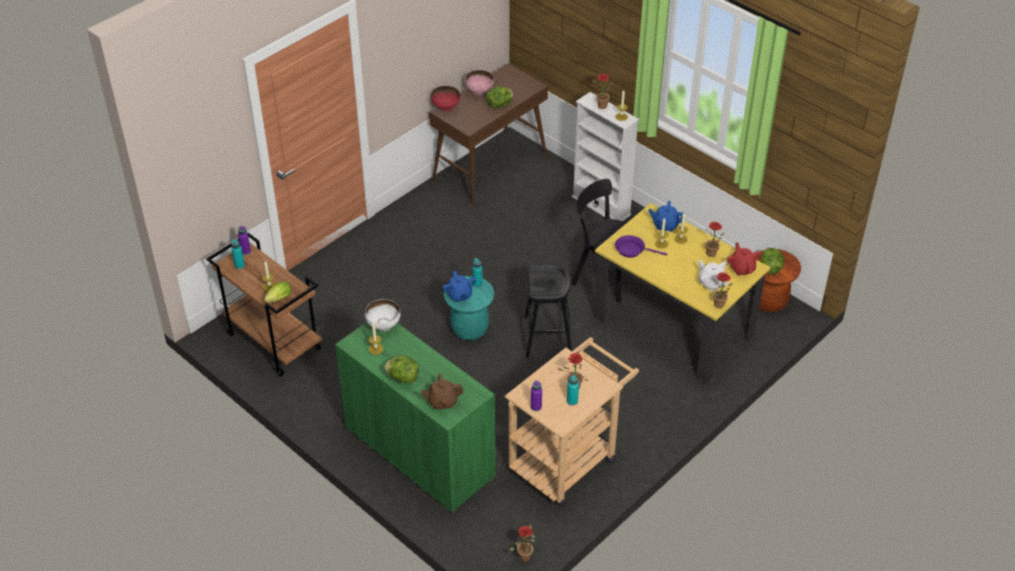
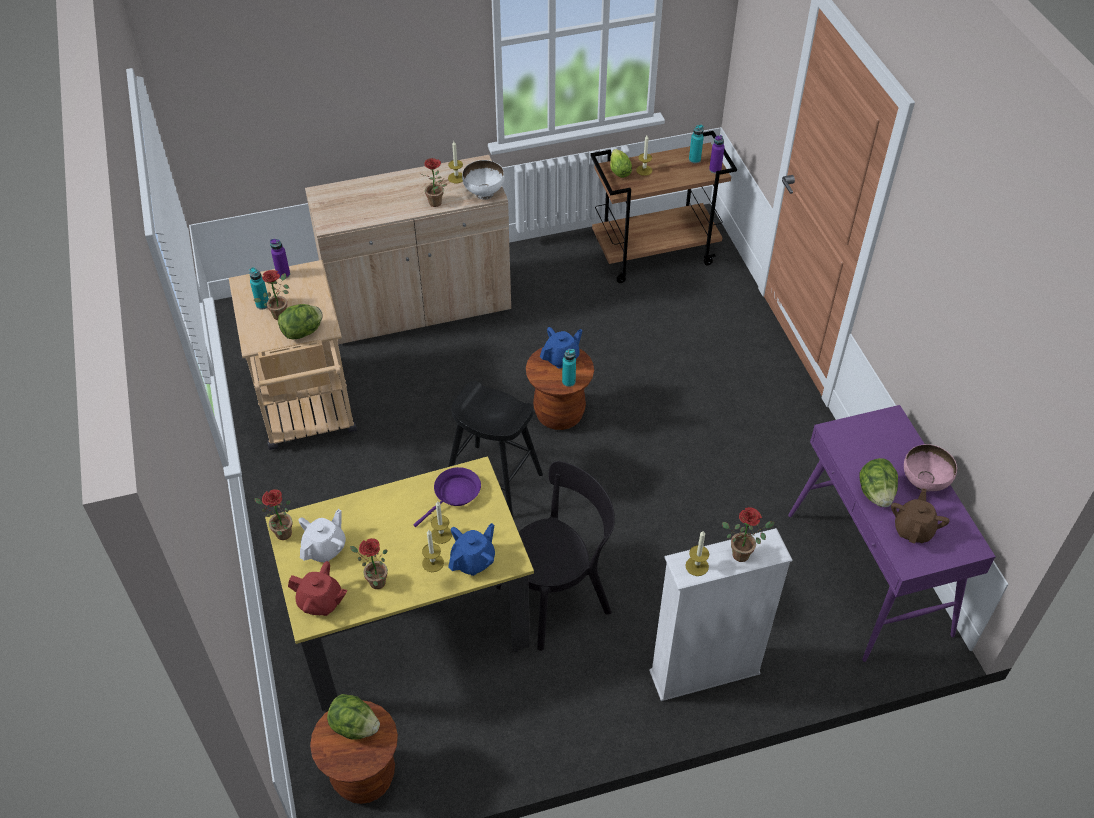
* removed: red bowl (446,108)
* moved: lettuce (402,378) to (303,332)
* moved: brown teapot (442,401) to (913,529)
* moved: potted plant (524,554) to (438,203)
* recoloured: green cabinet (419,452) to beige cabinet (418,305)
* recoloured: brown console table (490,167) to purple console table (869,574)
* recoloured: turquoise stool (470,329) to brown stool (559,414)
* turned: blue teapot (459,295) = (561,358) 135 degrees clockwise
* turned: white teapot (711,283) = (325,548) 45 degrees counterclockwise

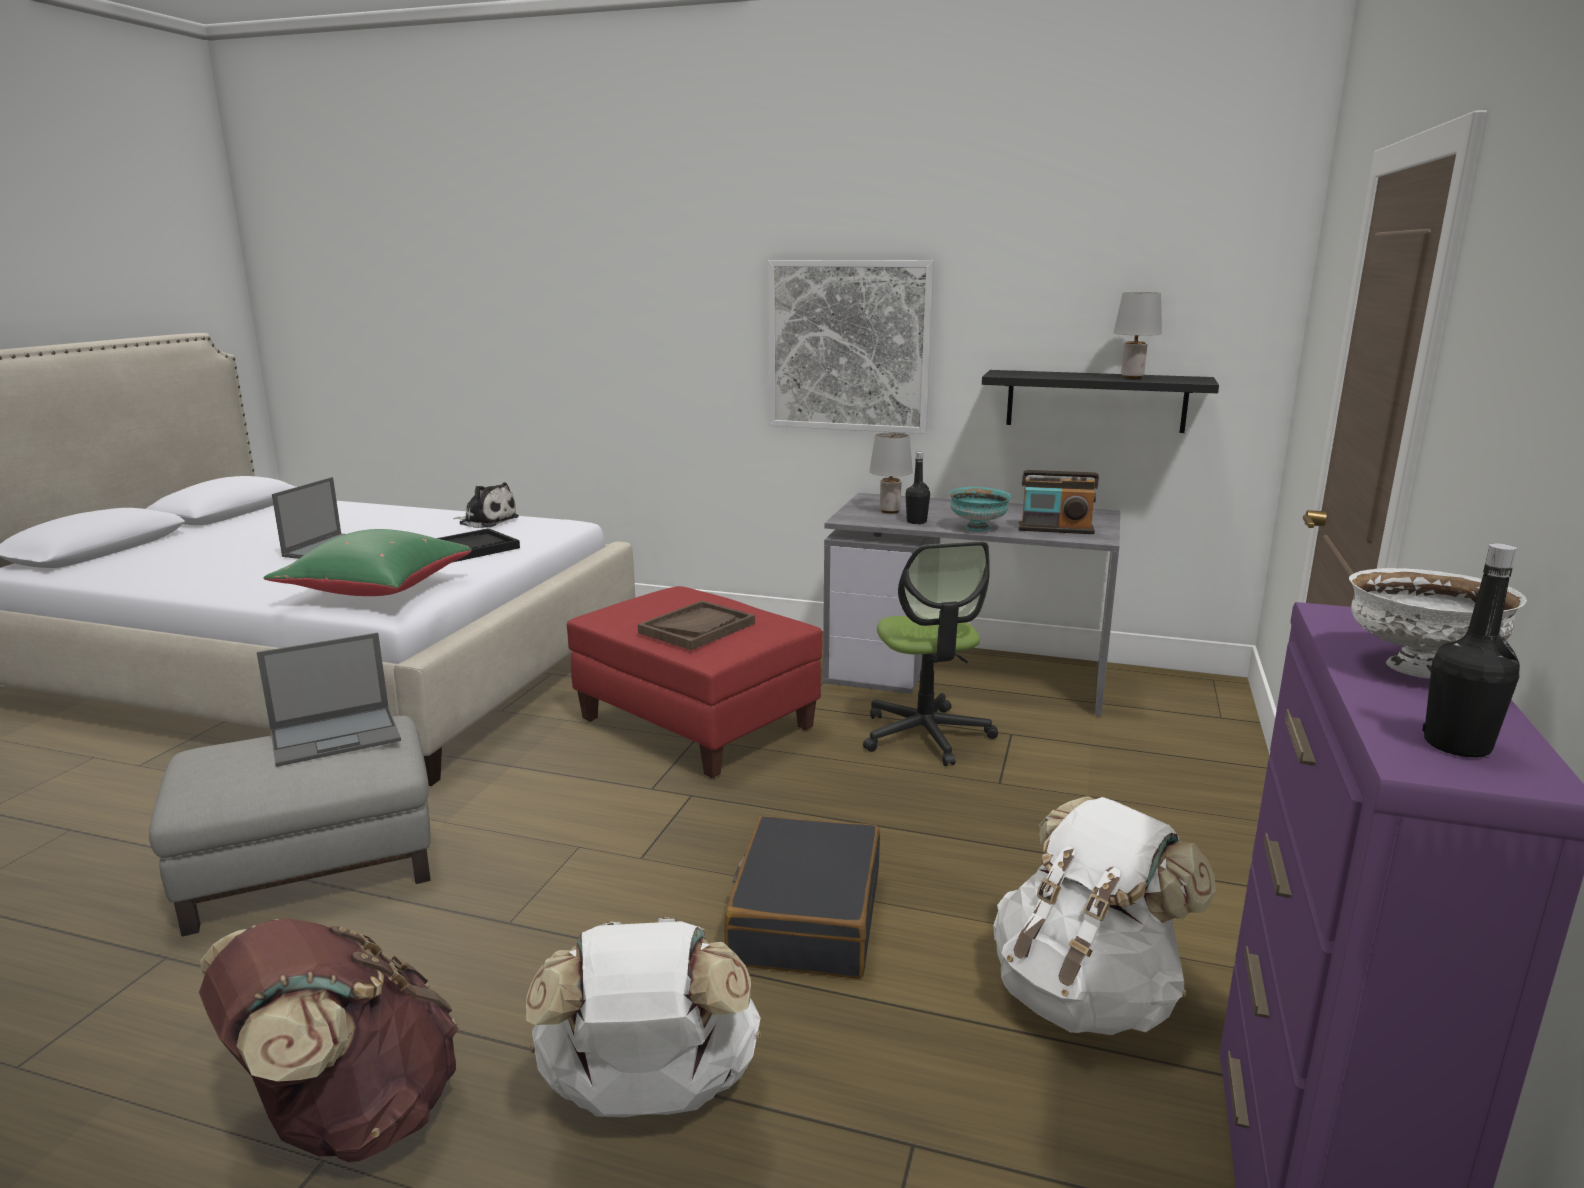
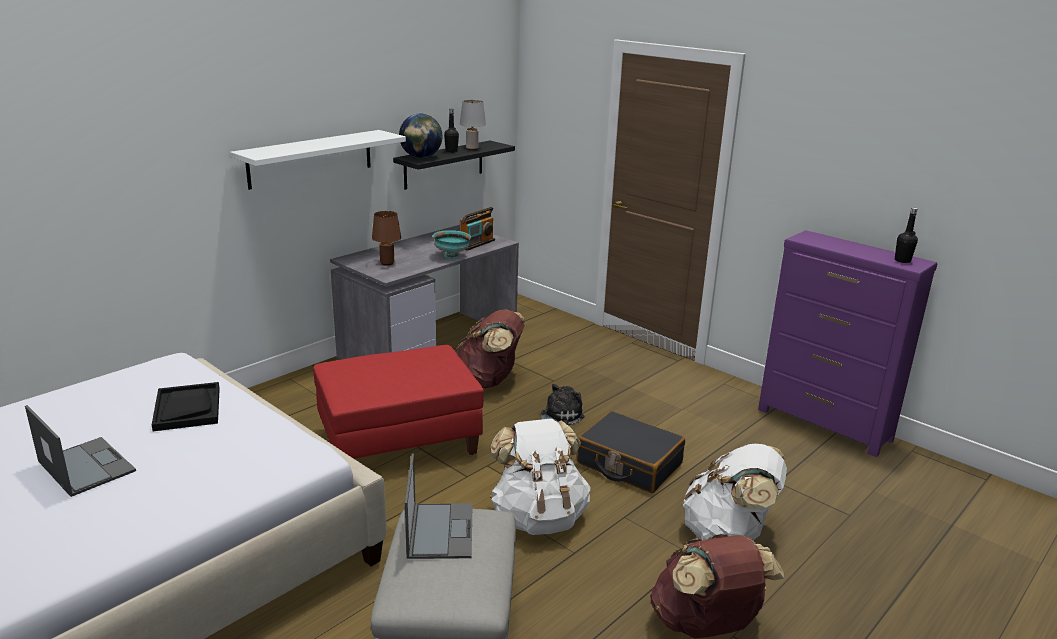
* removed: green pillow (375,591)
* removed: brown tray (697,628)
* removed: white bowl (1416,668)
* added: globe (421,157)
* moved: plush toy (486,521) to (559,416)
* moved: black bottle (916,522) to (451,151)
* moved: white backpack (1085,995) to (538,517)
* replaced: picture (849,346) to white shelf (311,158)
* replaced: office chair (925,735) to brown backpack (488,381)
* recoloured: grey table lamp (890,511) to brown table lamp (387,263)

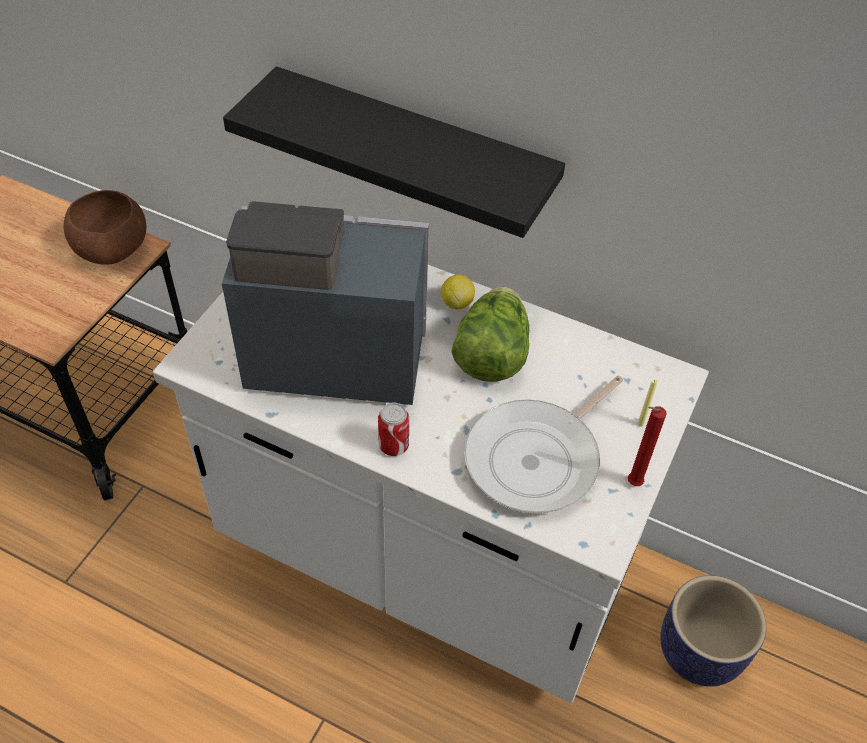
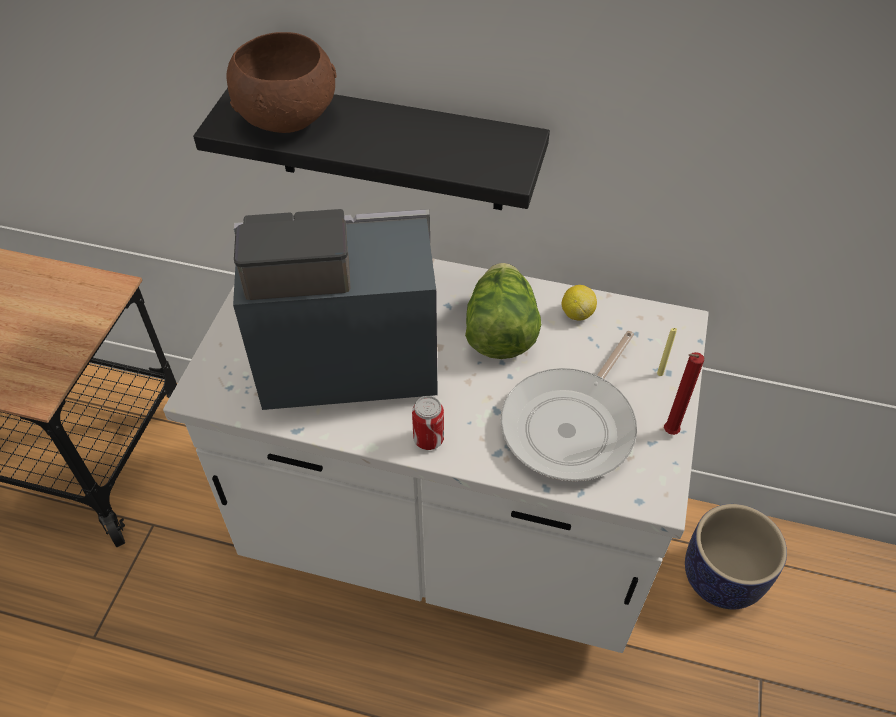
* moved: brown bowl (113,249) to (288,117)
* moved: lemon (457,303) to (577,313)

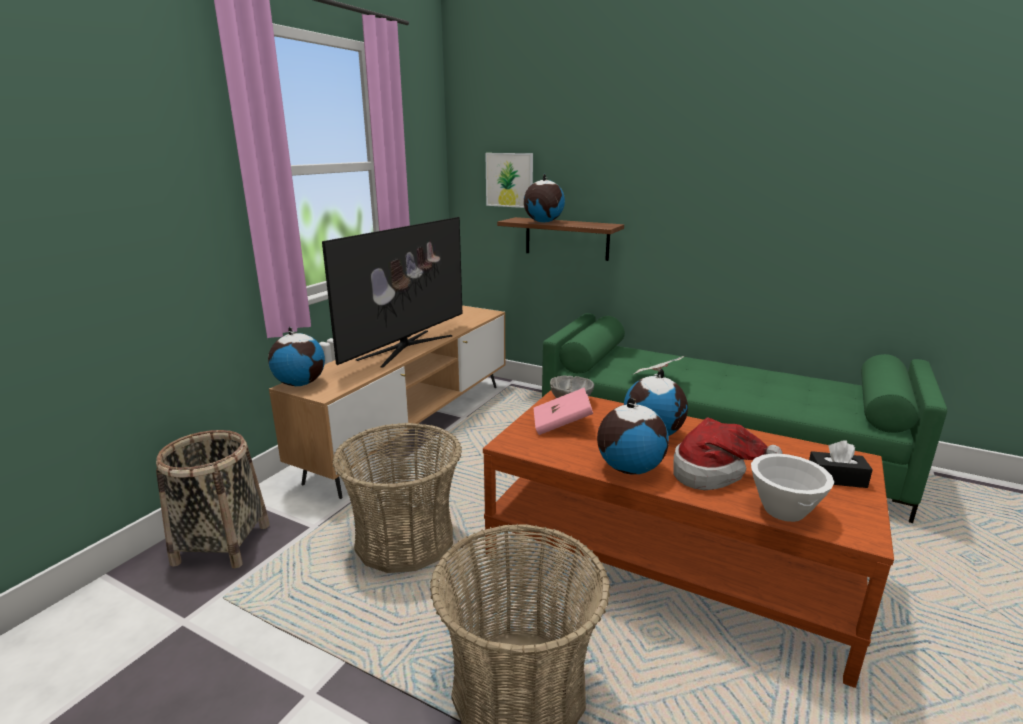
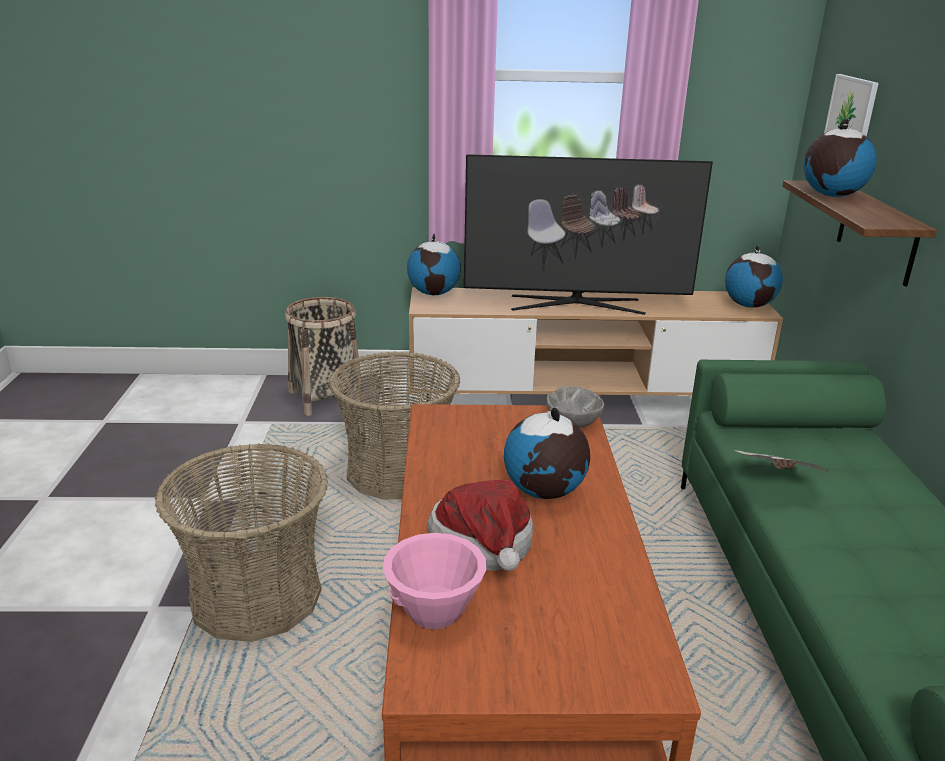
* removed: pink book (561,425)
* removed: black tissue box (836,478)
* moved: globe (629,468) to (749,305)
* recoloured: white bowl (784,510) to pink bowl (435,612)

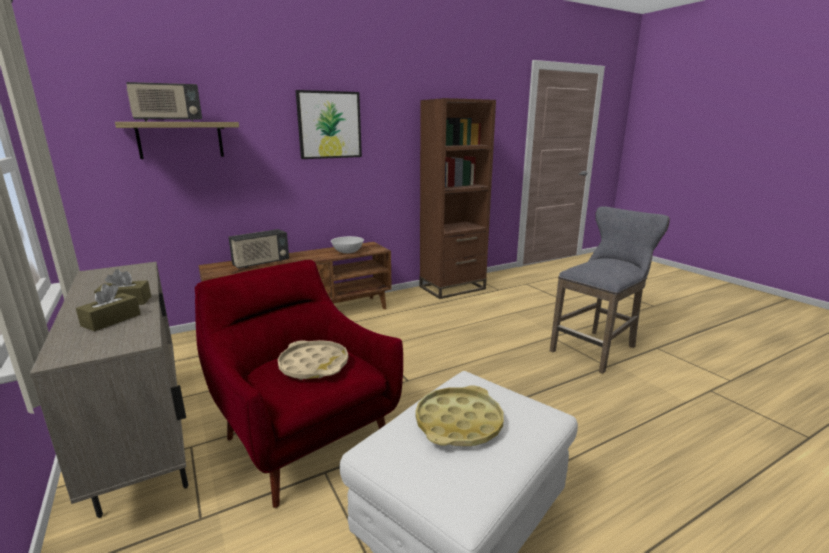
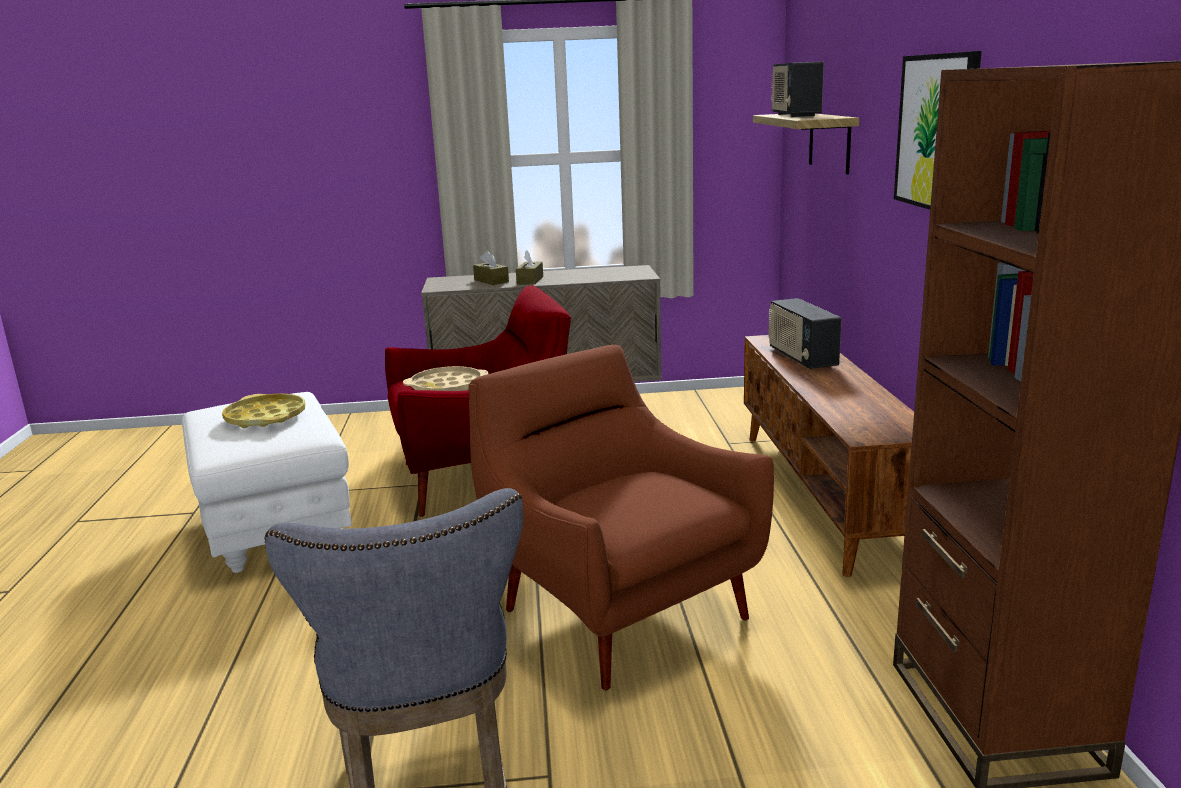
* removed: white bowl (348,251)
* added: brown armchair (617,609)

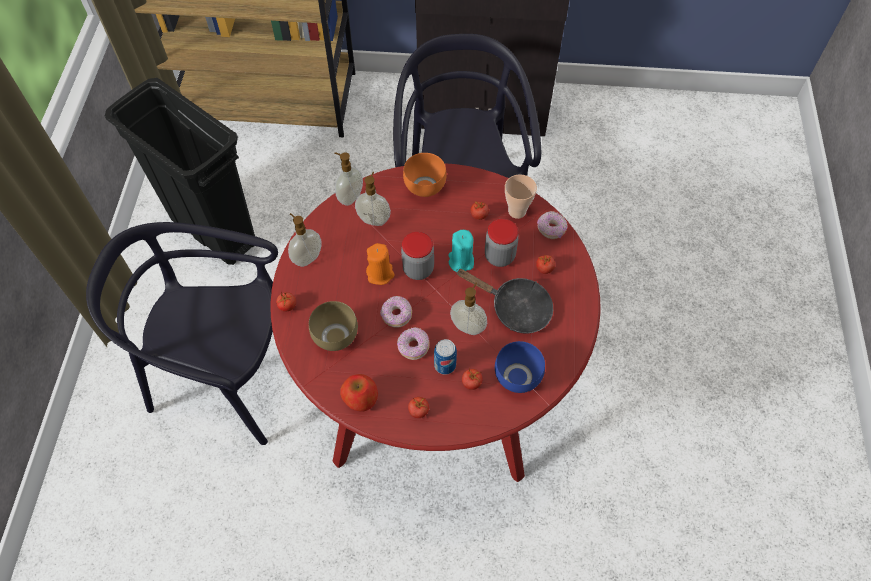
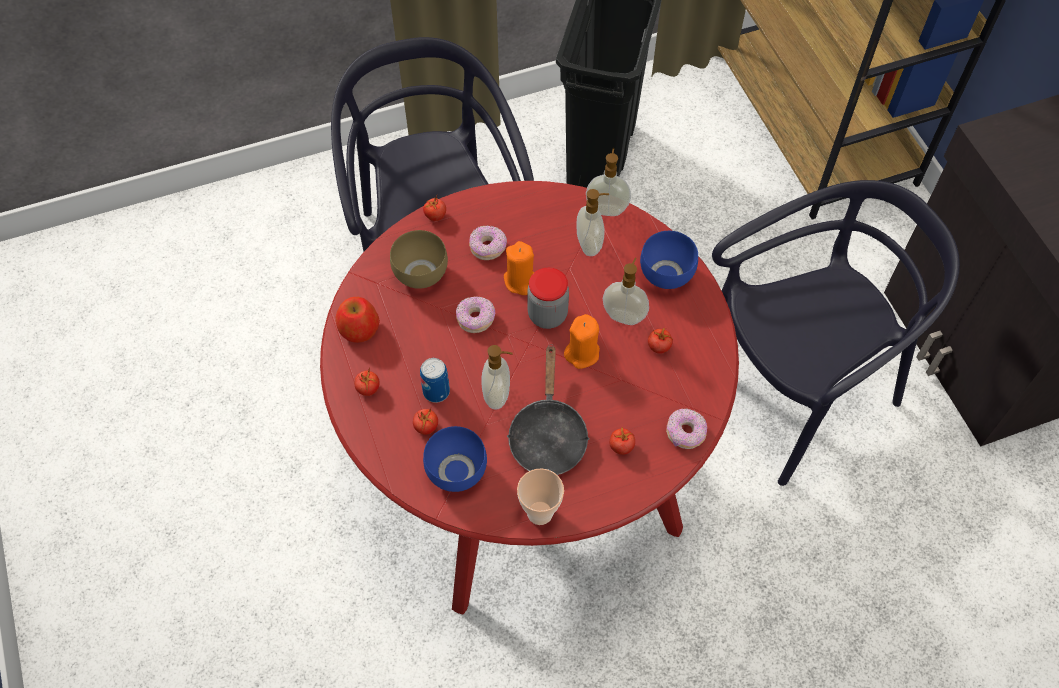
* removed: jar (499,256)
* moved: soap dispenser (307,258) to (624,315)
* moved: donut (413,347) to (488,247)
* moved: cup (517,211) to (540,513)
* recoloured: orange bowl (426,187) to blue bowl (667,276)
* recoloured: turquoise candle (461,261) to orange candle (582,353)

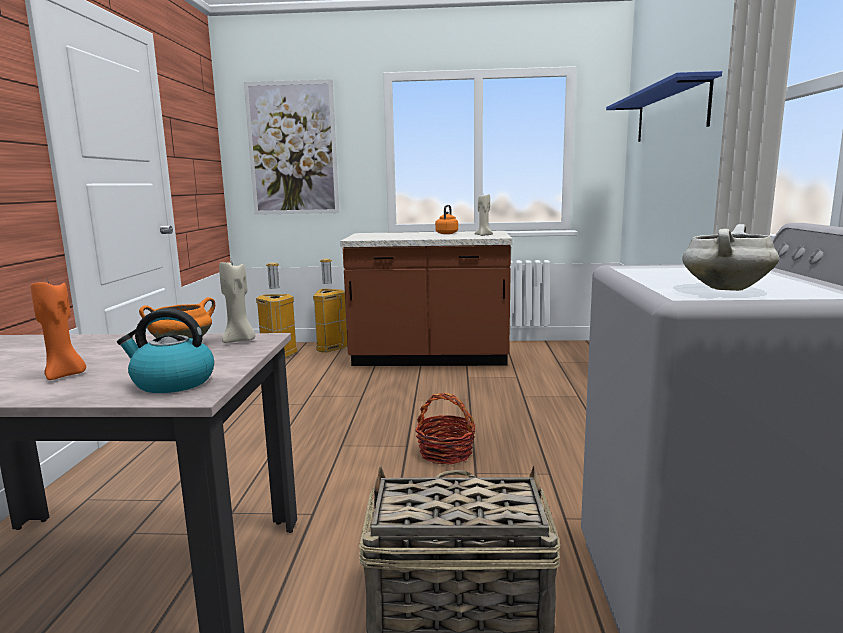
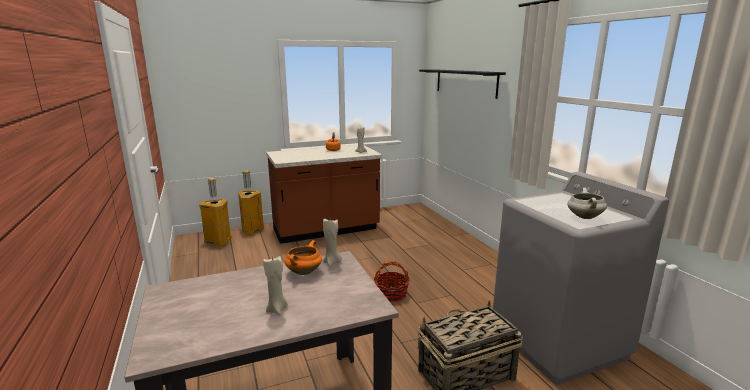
* removed: kettle (172,383)
* removed: picture (292,149)
* recoloured: orange candle (65,375) to beige candle (277,309)
* recoloured: blue shelf (670,113) to black shelf (465,82)

